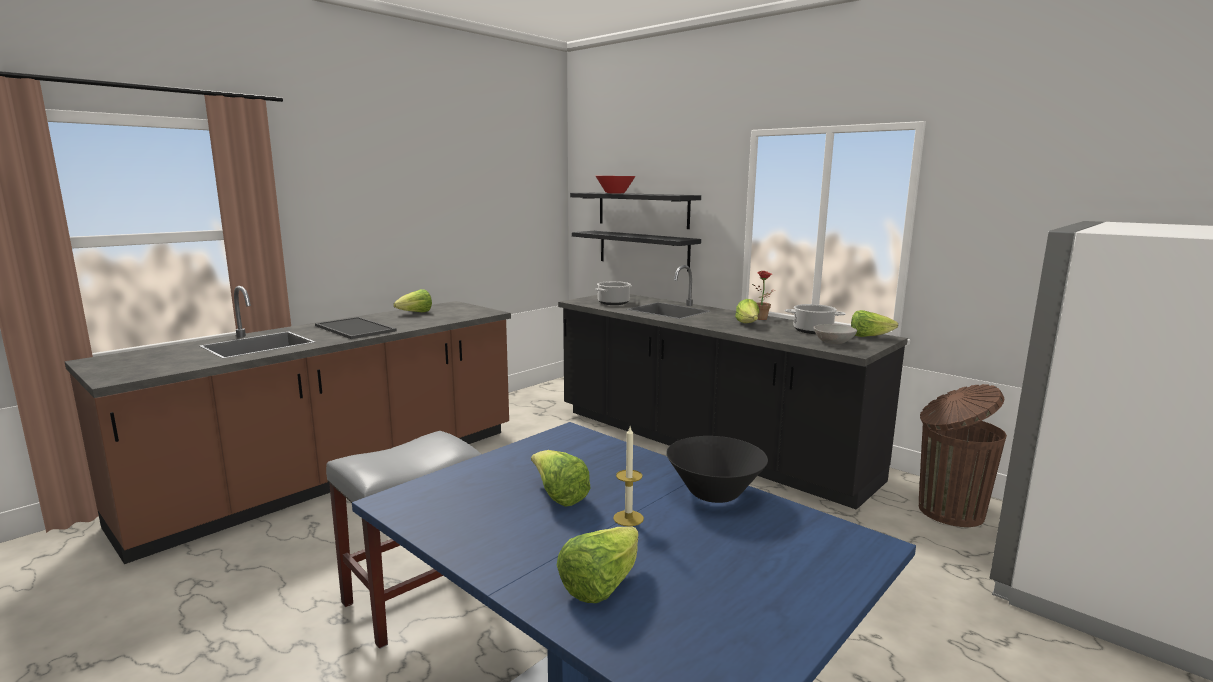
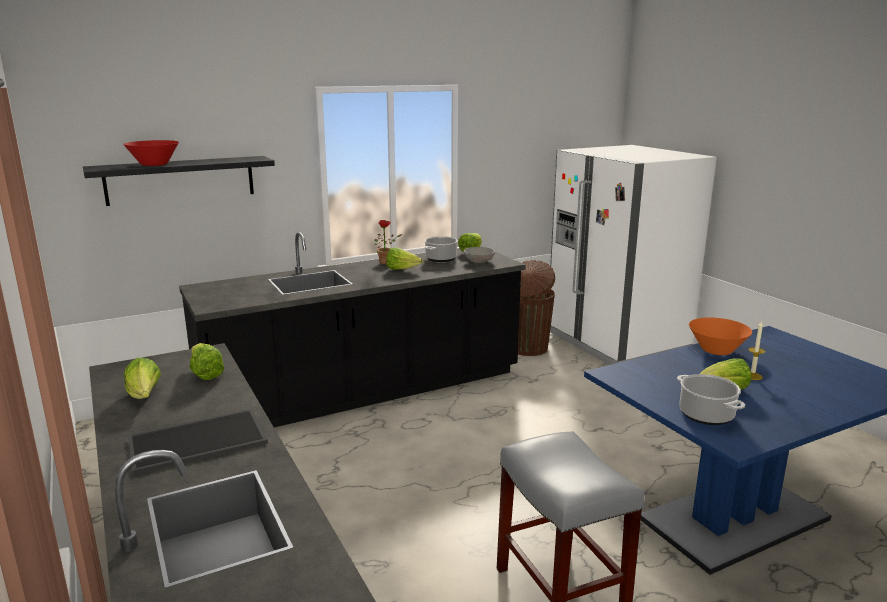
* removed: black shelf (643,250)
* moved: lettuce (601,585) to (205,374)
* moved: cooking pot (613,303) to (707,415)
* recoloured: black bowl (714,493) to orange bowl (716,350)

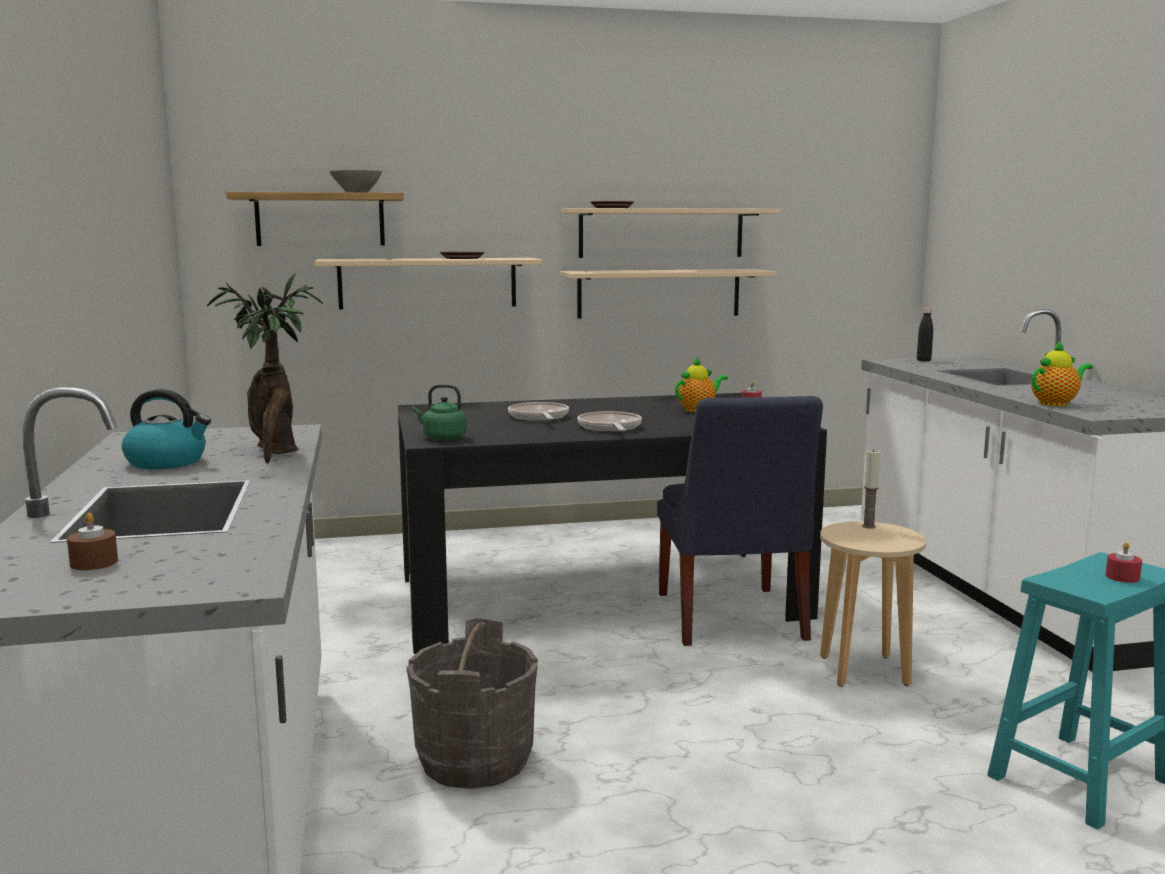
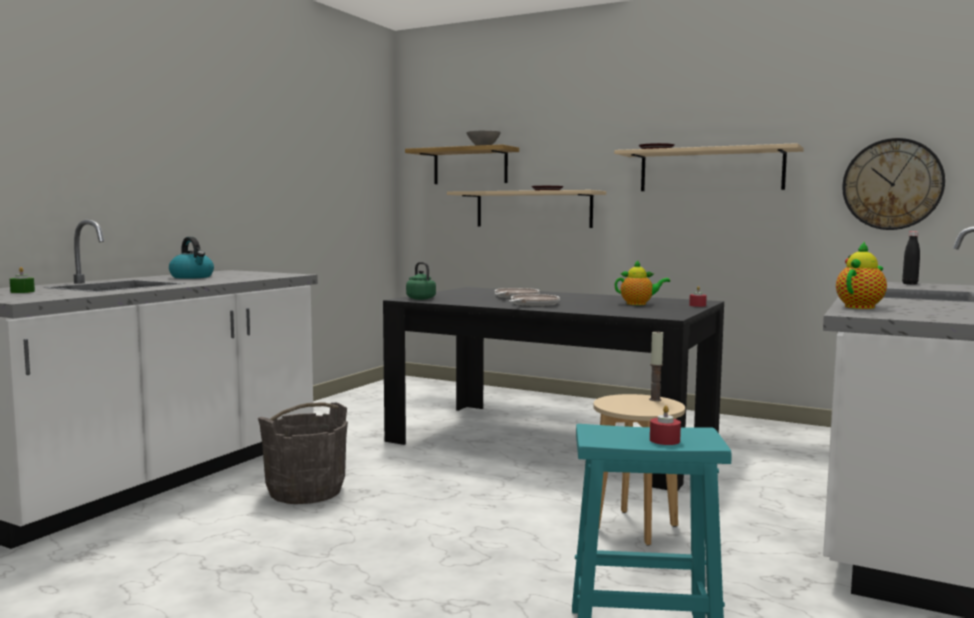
* removed: potted plant (276,452)
* removed: beige shelf (659,293)
* removed: blue chair (730,619)
* added: wall clock (892,184)
* recoloured: brown candle (94,563) to green candle (22,292)
* turned: teapot (1056,403) = (861,307) 60 degrees counterclockwise

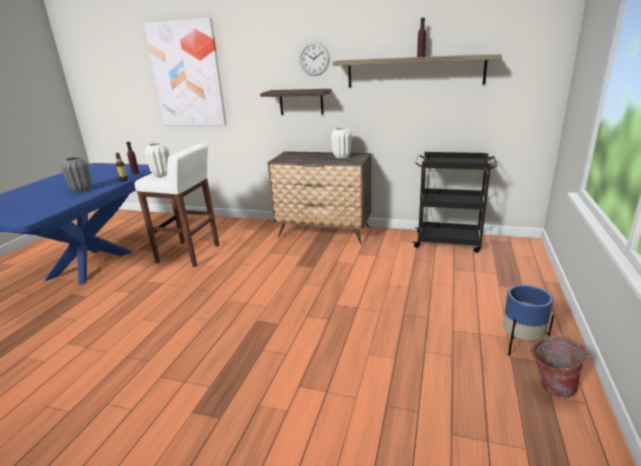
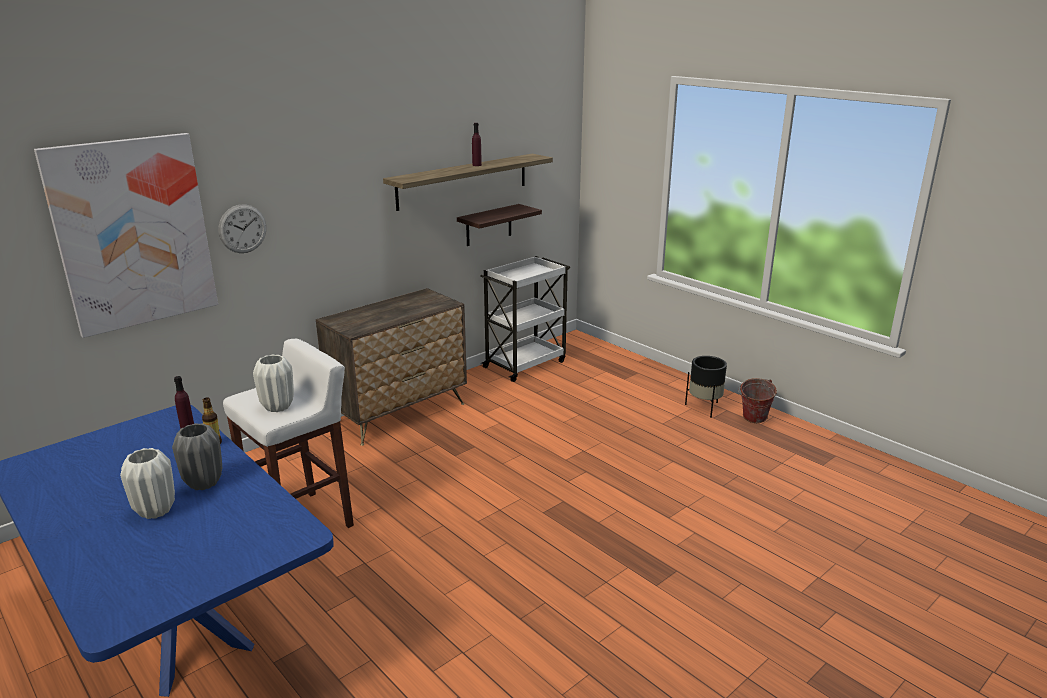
* moved: shelf (301,102) to (488,225)
* moved: wall clock (314,59) to (242,228)
* moved: white vase (341,157) to (155,511)
* recoloured: black cart (448,242) to white cart (525,364)
* recoloured: blue planter (521,345) to black planter (704,408)

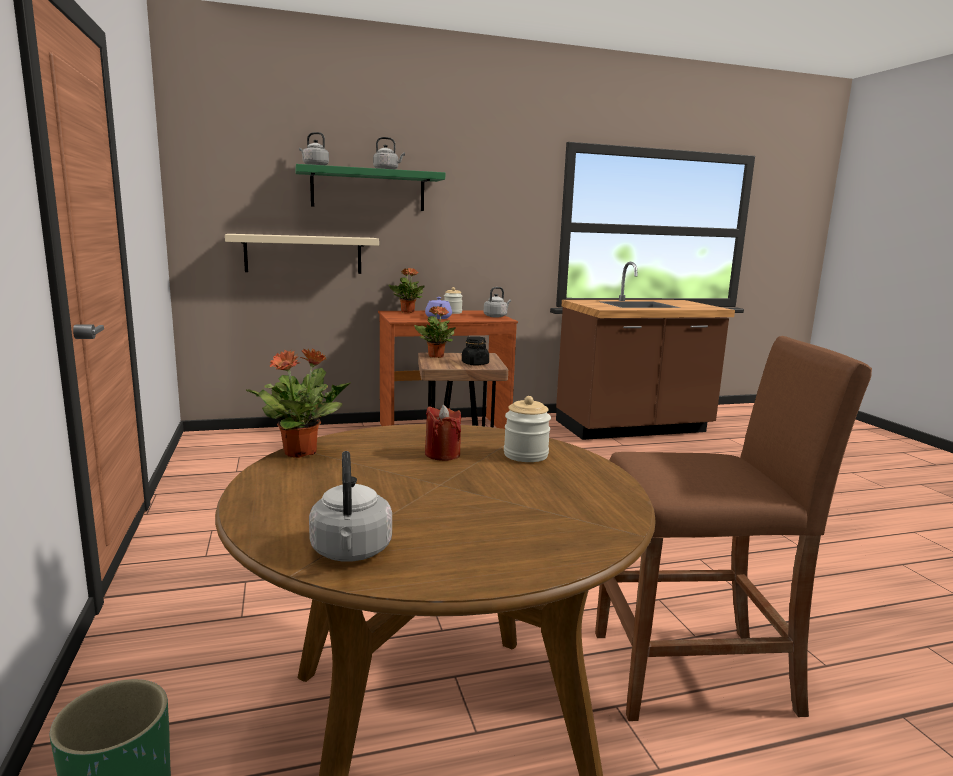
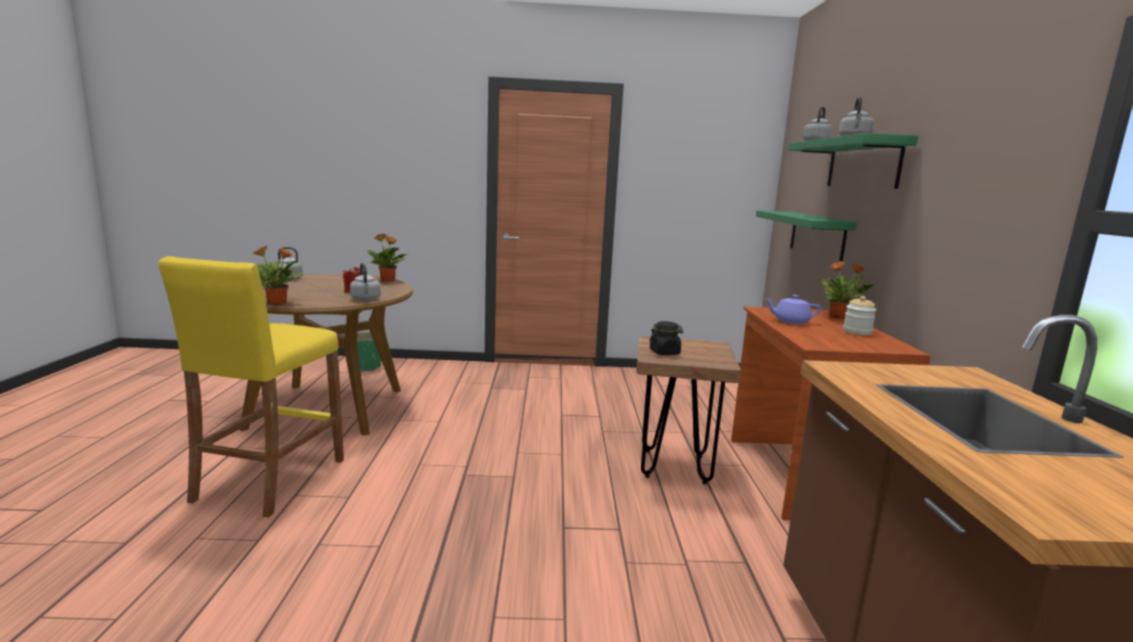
* removed: jar (525,455)
* moved: potted plant (436,356) to (278,303)
* moved: grey kettle (496,316) to (366,299)
* recoloured: beige shelf (303,254) to green shelf (817,235)
* recoloured: brown stool (694,673) to yellow stool (270,480)

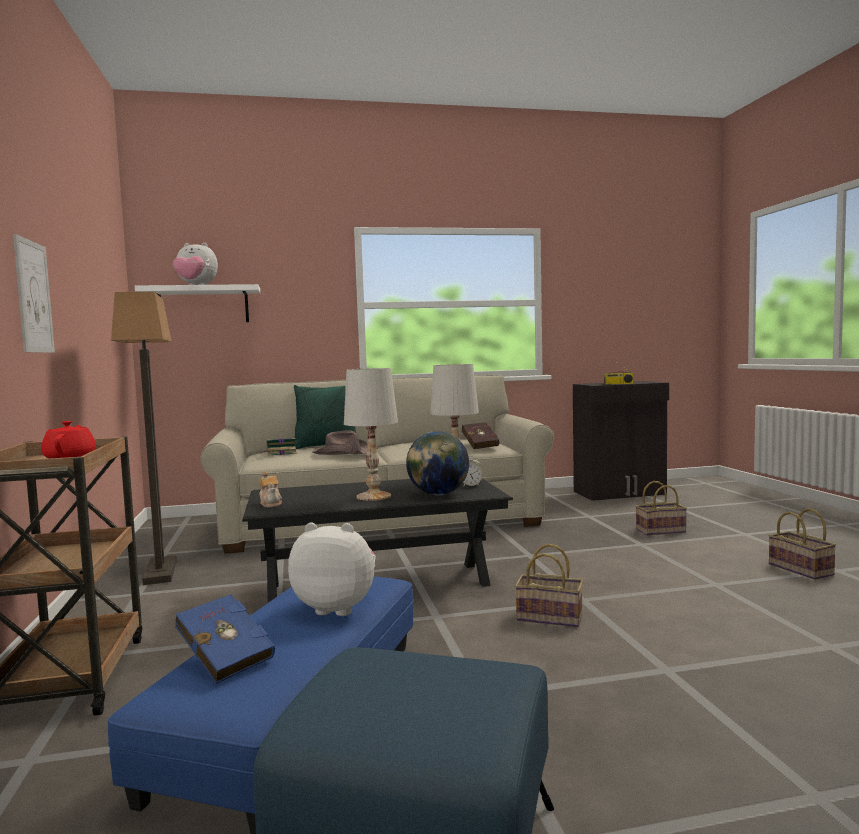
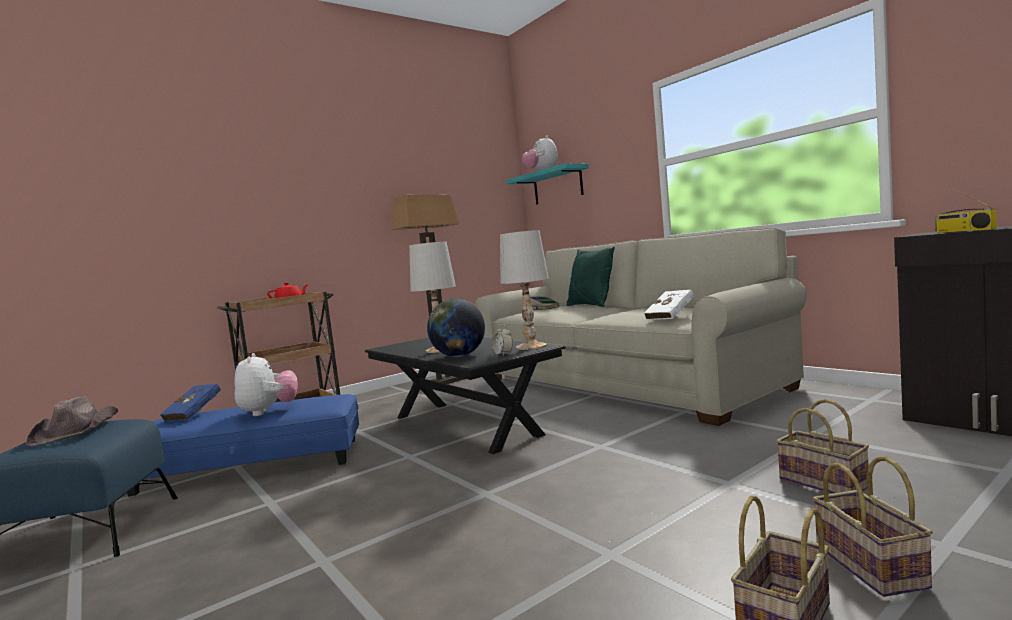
* removed: picture (33,297)
* removed: teapot (271,503)
* moved: brown hat (342,452) to (76,430)
* moved: basket (551,617) to (873,567)
* recoloured: white shelf (203,306) to turquoise shelf (557,186)
* recoloured: red book (480,446) to white book (671,317)

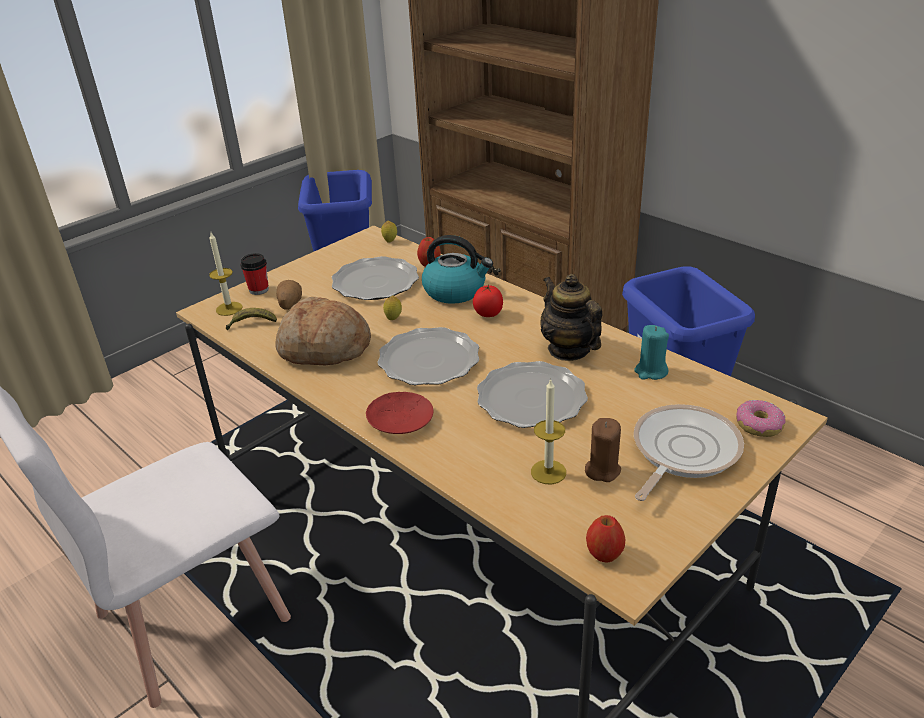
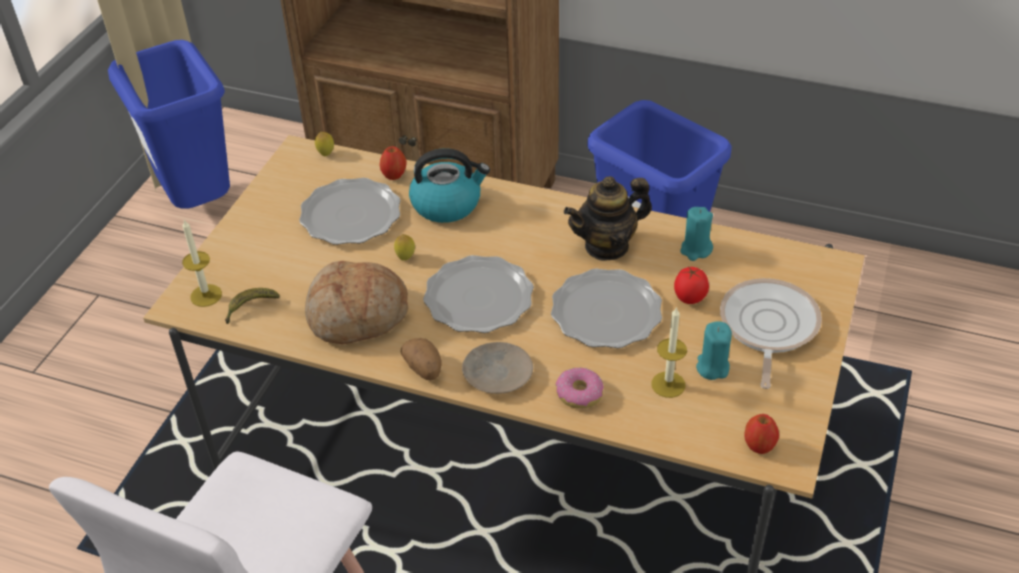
* removed: cup (259,290)
* moved: potato (290,305) to (424,369)
* moved: tomato (488,315) to (689,298)
* moved: donut (758,425) to (579,394)
* recoloured: red plate (400,419) to beige plate (497,374)
* recoloured: brown candle (602,470) to turquoise candle (712,367)
* turned: teapot (569,349) = (607,246) 60 degrees counterclockwise

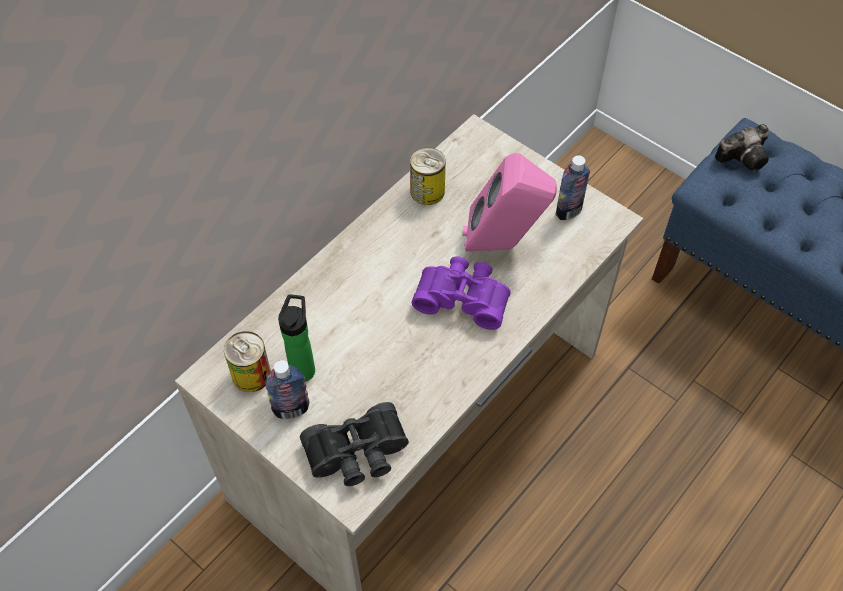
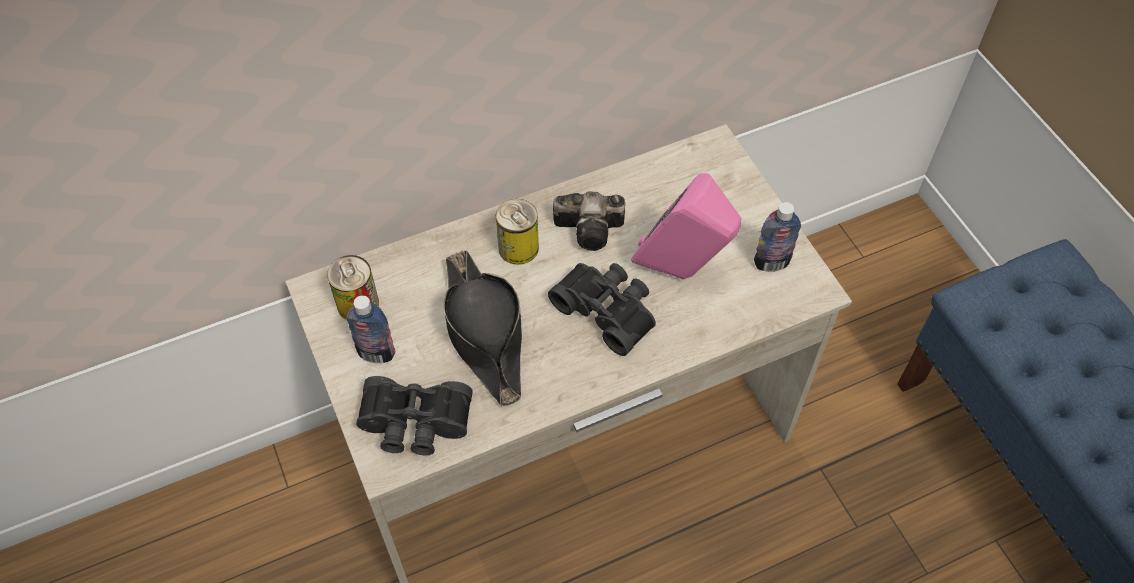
* removed: bottle (303,367)
* added: black hat (484,333)
* moved: can (427,191) to (518,248)
* moved: photo camera (745,156) to (592,229)
* recoloured: purple binoculars (463,297) to black binoculars (608,310)

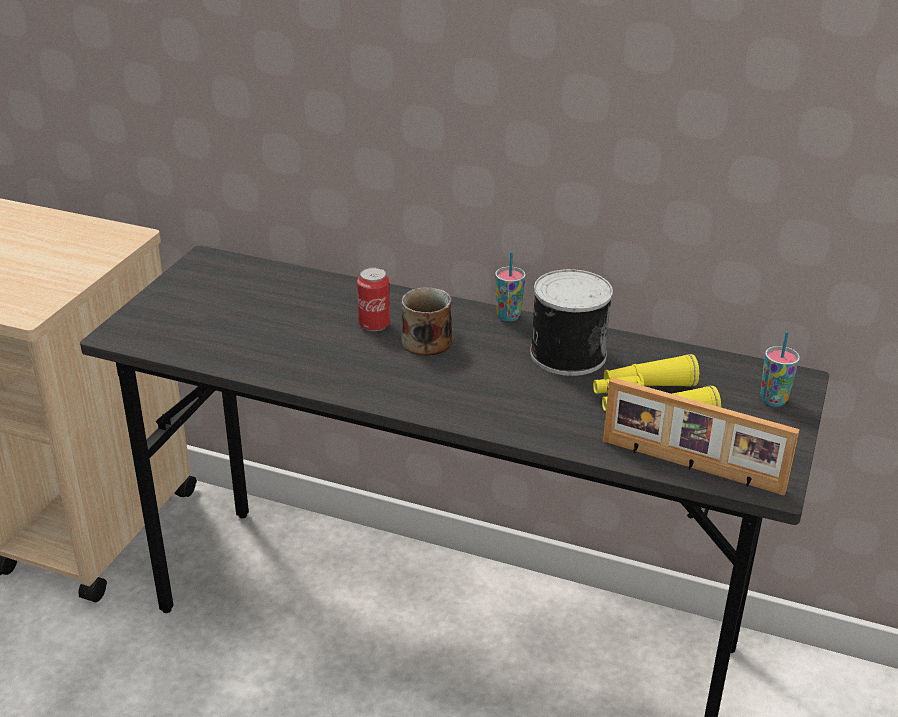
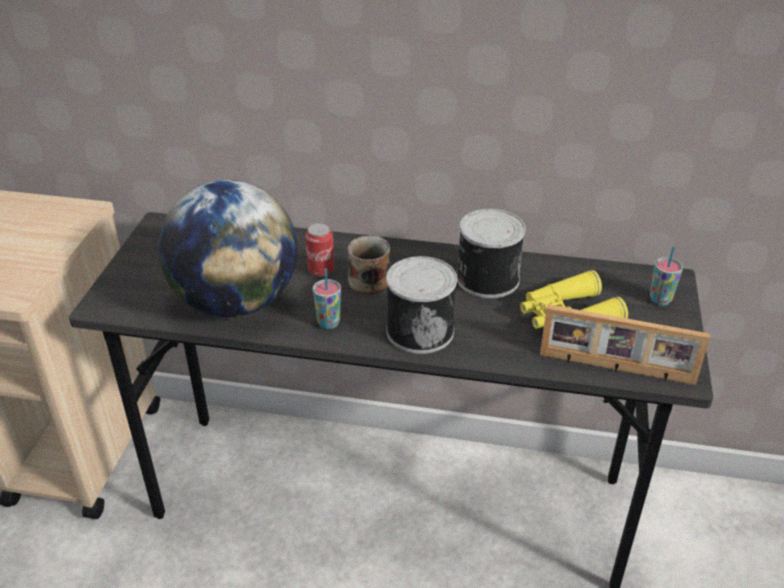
* added: globe (236,302)
* added: can (420,329)
* moved: cup (508,316) to (328,323)

